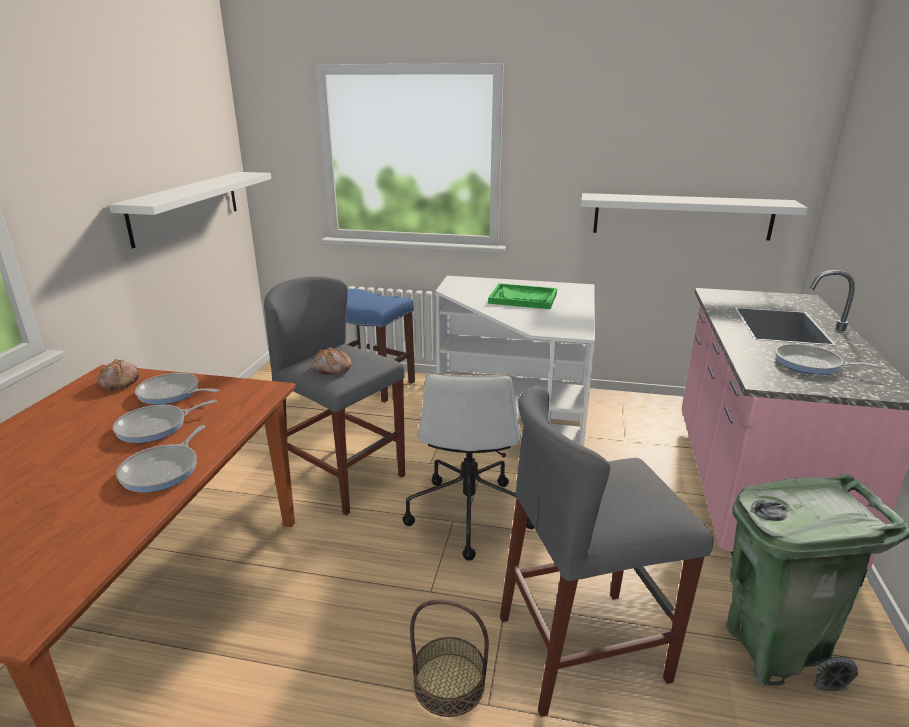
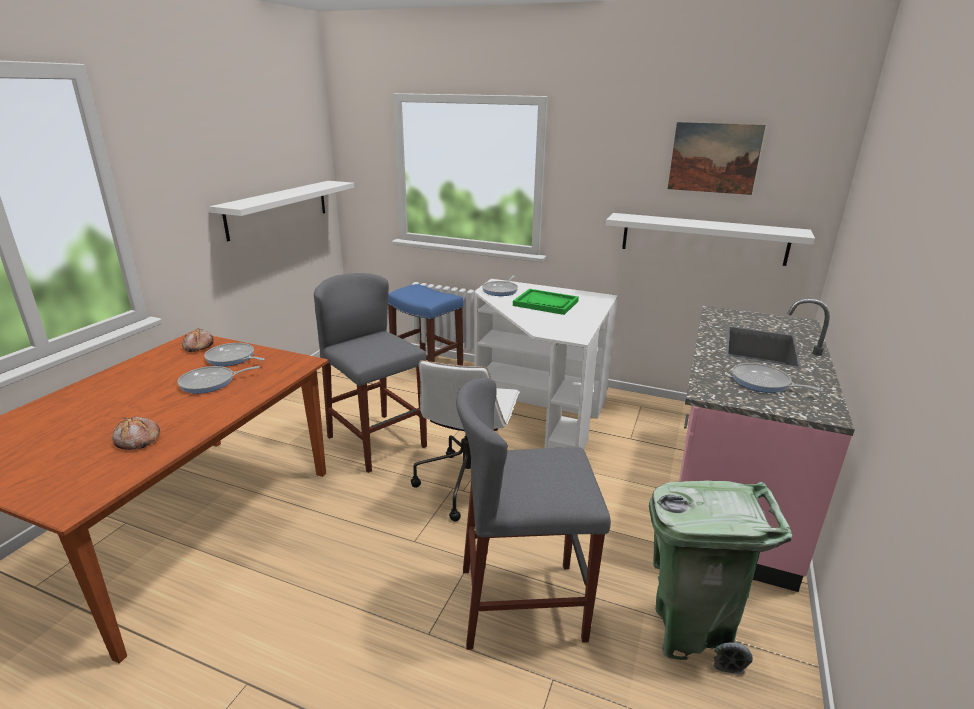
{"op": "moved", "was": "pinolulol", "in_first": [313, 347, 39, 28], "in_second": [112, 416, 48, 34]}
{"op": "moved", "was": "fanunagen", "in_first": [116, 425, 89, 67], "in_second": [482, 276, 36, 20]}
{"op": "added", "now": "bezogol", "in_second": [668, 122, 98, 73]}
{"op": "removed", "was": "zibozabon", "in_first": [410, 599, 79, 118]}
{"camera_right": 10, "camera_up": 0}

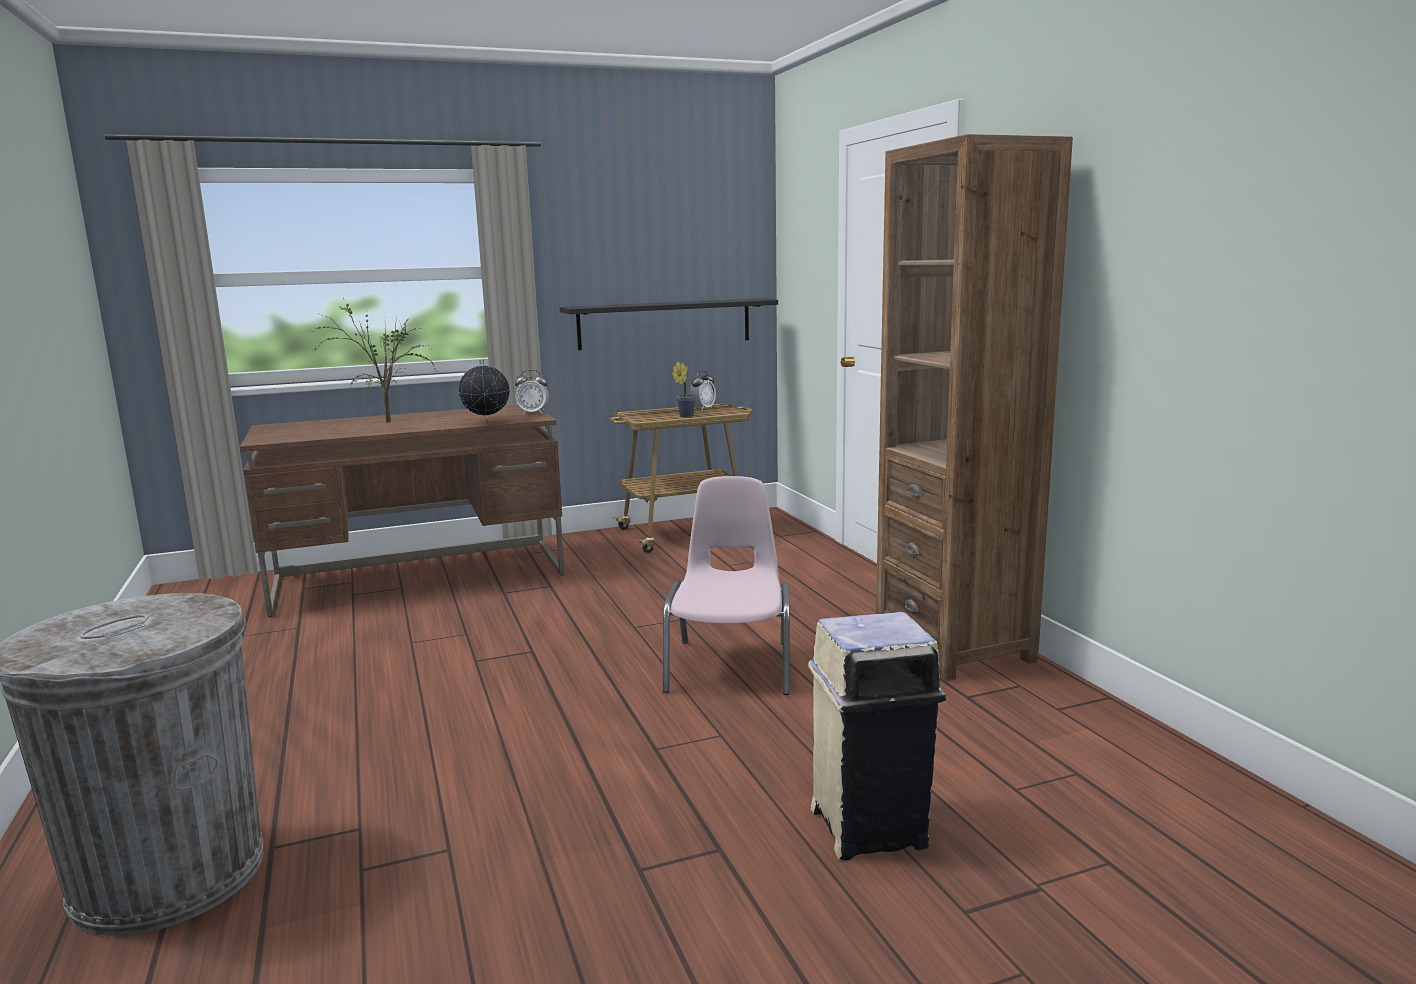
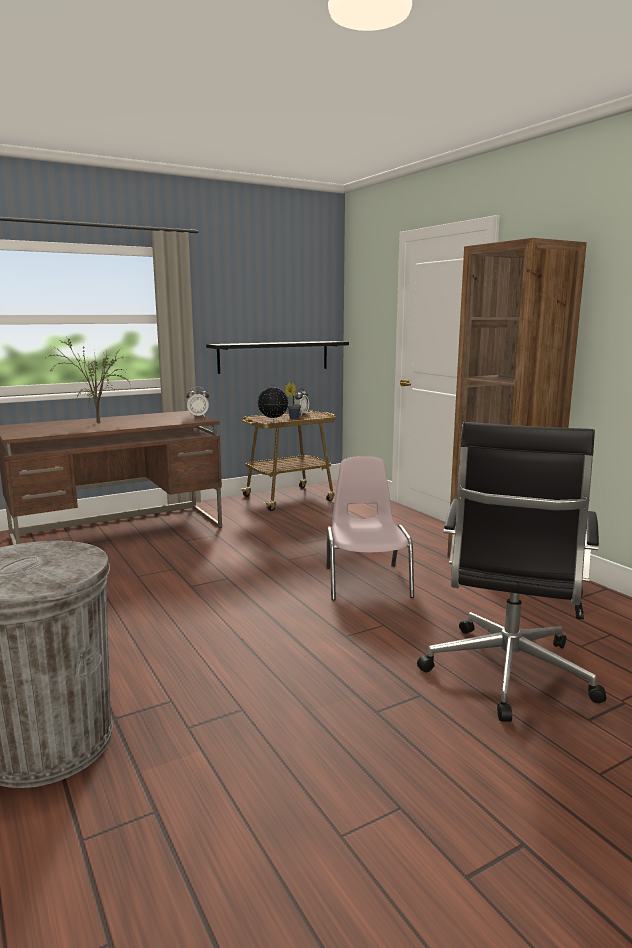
{"op": "moved", "was": "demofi", "in_first": [459, 359, 51, 63], "in_second": [258, 384, 30, 38]}
{"op": "replaced", "was": "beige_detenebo", "now": "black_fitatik", "in_first": [808, 612, 138, 248], "in_second": [417, 422, 189, 300]}
{"camera_right": -10, "camera_up": 0}

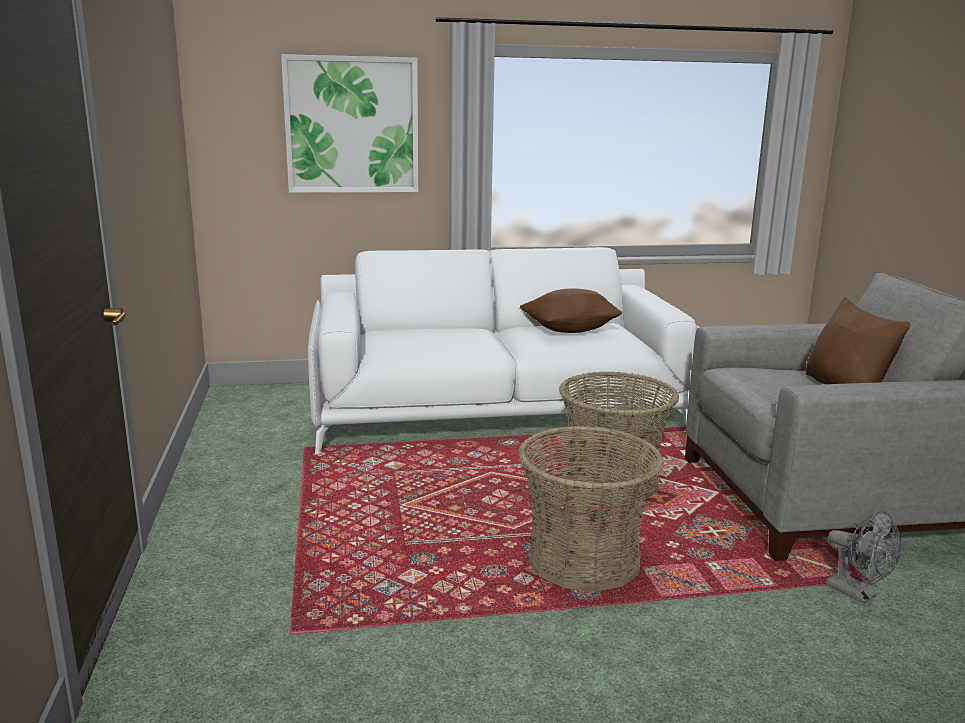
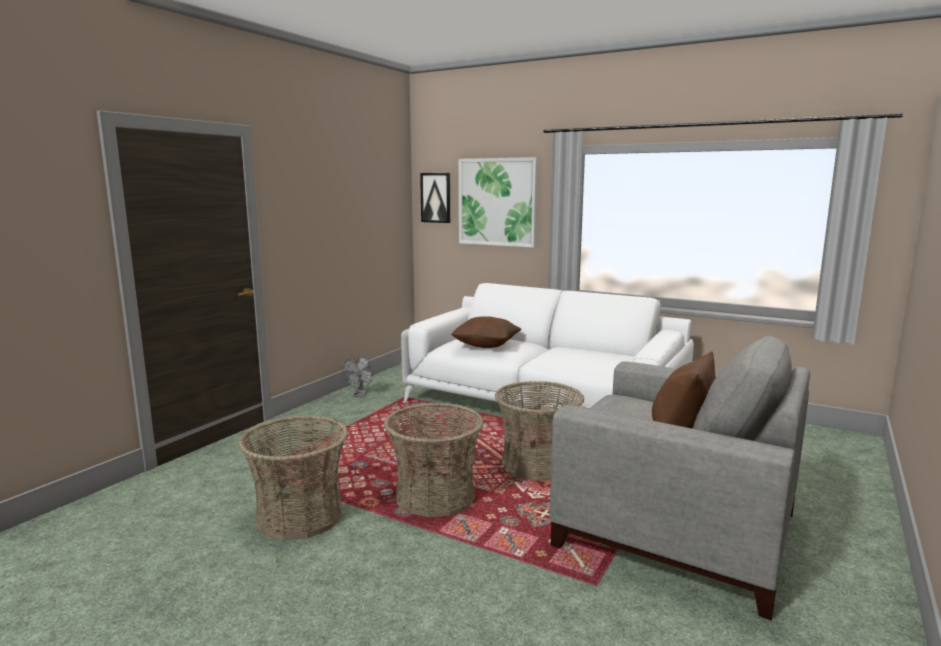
{"op": "added", "now": "zibozabon", "in_second": [238, 415, 110, 125]}
{"op": "moved", "was": "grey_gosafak", "in_first": [826, 511, 75, 93], "in_second": [342, 355, 33, 42]}
{"op": "added", "now": "bezogol", "in_second": [420, 173, 30, 50]}
{"op": "moved", "was": "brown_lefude", "in_first": [520, 288, 102, 45], "in_second": [451, 316, 70, 32]}
{"camera_right": 40, "camera_up": -5}

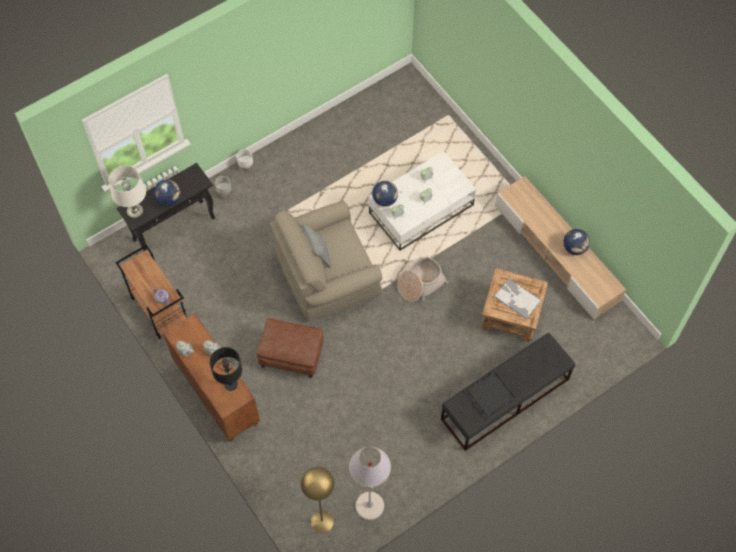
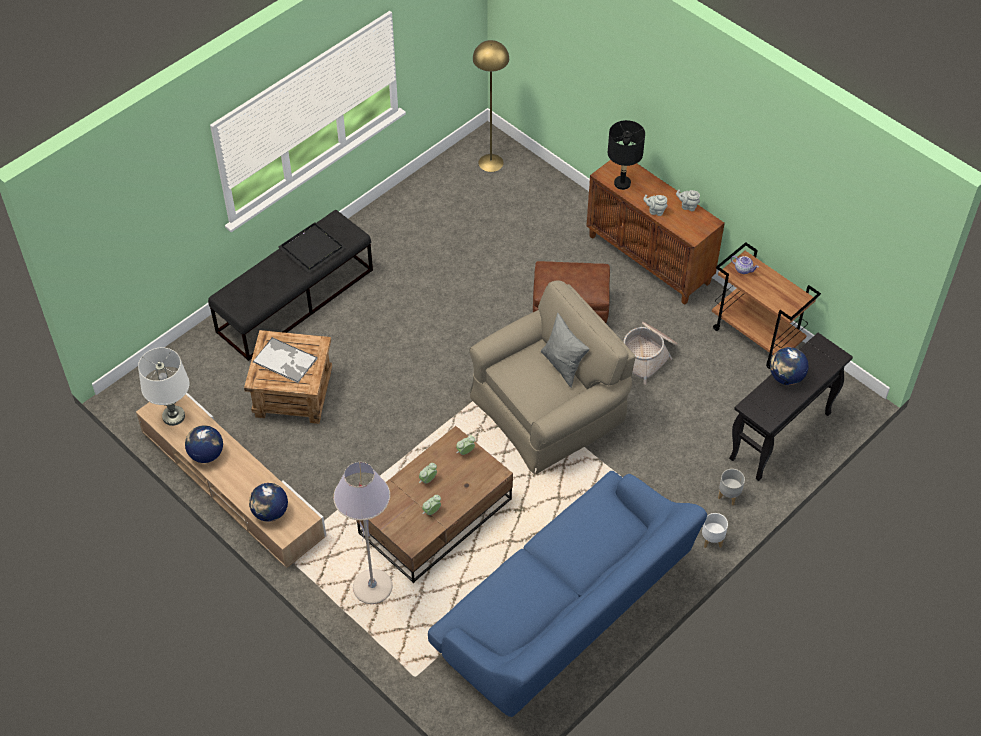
{"op": "moved", "was": "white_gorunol", "in_first": [109, 166, 37, 53], "in_second": [138, 347, 51, 79]}
{"op": "moved", "was": "demofi", "in_first": [372, 181, 26, 26], "in_second": [249, 483, 39, 39]}
{"op": "moved", "was": "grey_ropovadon", "in_first": [349, 447, 42, 73], "in_second": [333, 462, 60, 142]}
{"op": "recoloured", "was": "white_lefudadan", "now": "brown_lefudadan", "in_first": [368, 151, 109, 100], "in_second": [356, 426, 157, 157]}
{"op": "added", "now": "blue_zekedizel", "in_second": [428, 471, 279, 246]}
{"op": "moved", "was": "zibozabon", "in_first": [397, 258, 51, 44], "in_second": [623, 322, 55, 63]}
{"camera_right": 170, "camera_up": -10}

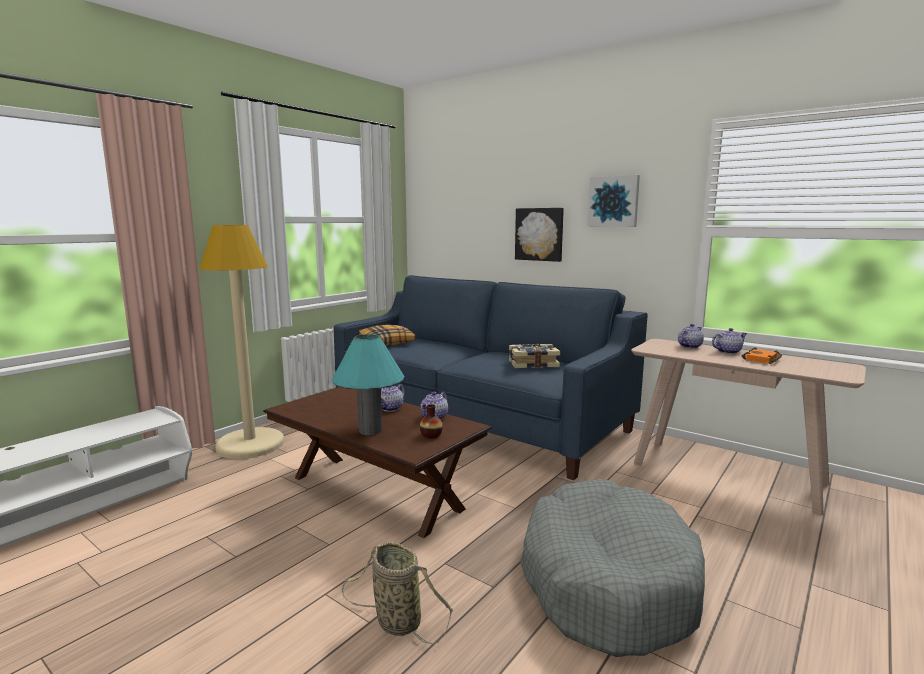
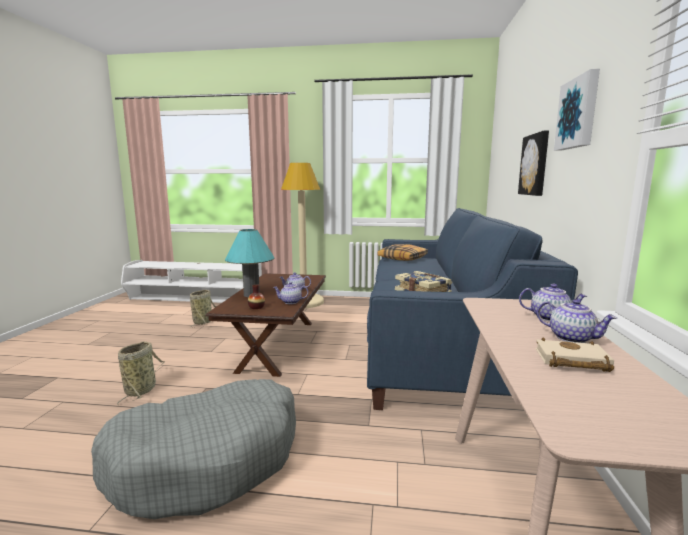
{"op": "added", "now": "zibozabon", "in_second": [190, 290, 26, 38]}
{"op": "recoloured", "was": "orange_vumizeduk", "now": "beige_vumizeduk", "in_first": [742, 347, 40, 17], "in_second": [535, 337, 79, 35]}
{"camera_right": 60, "camera_up": 0}

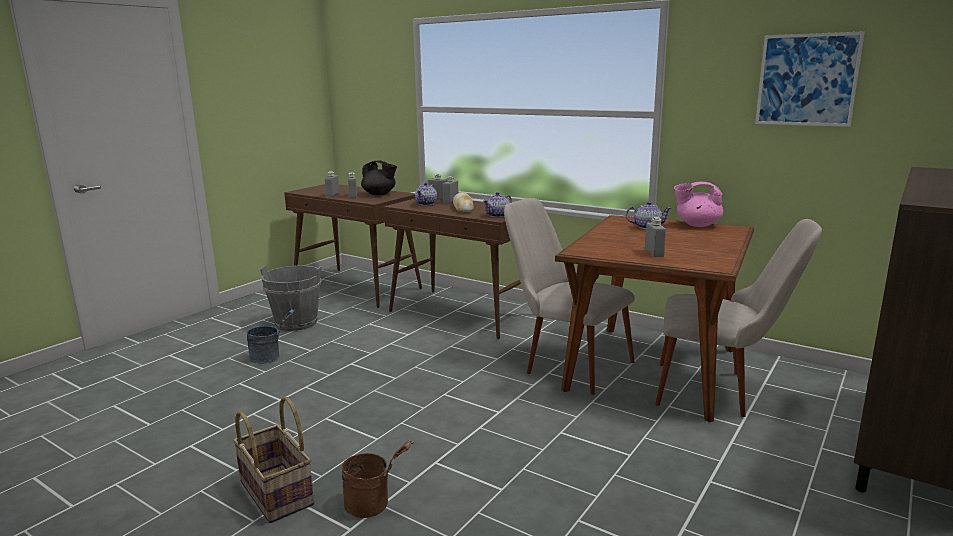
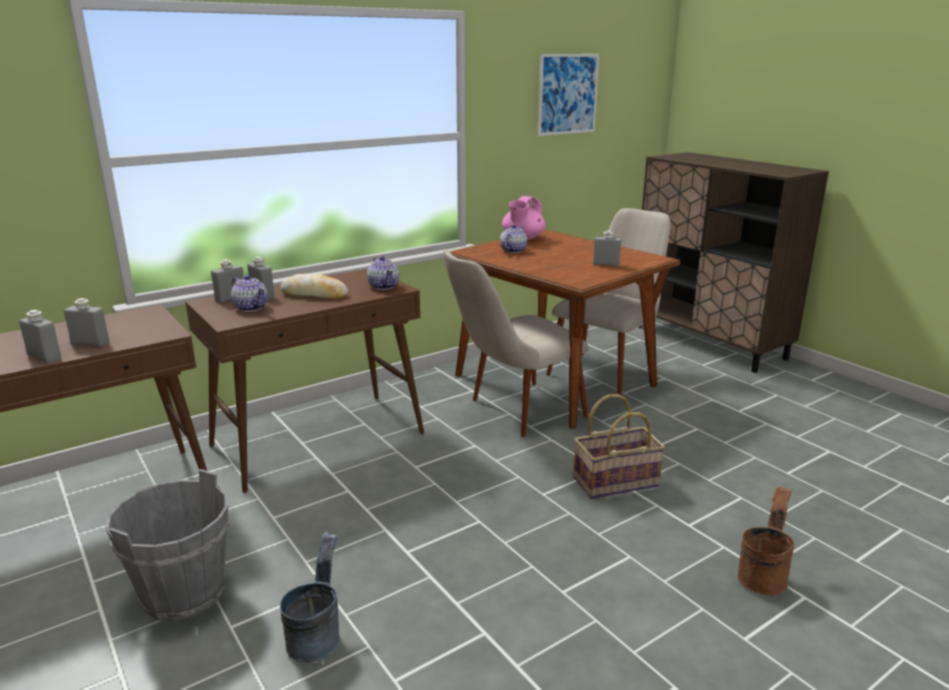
{"op": "moved", "was": "zibozabon", "in_first": [233, 397, 81, 126], "in_second": [573, 394, 92, 105]}
{"op": "removed", "was": "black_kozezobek", "in_first": [361, 161, 36, 34]}
{"camera_right": -70, "camera_up": 5}

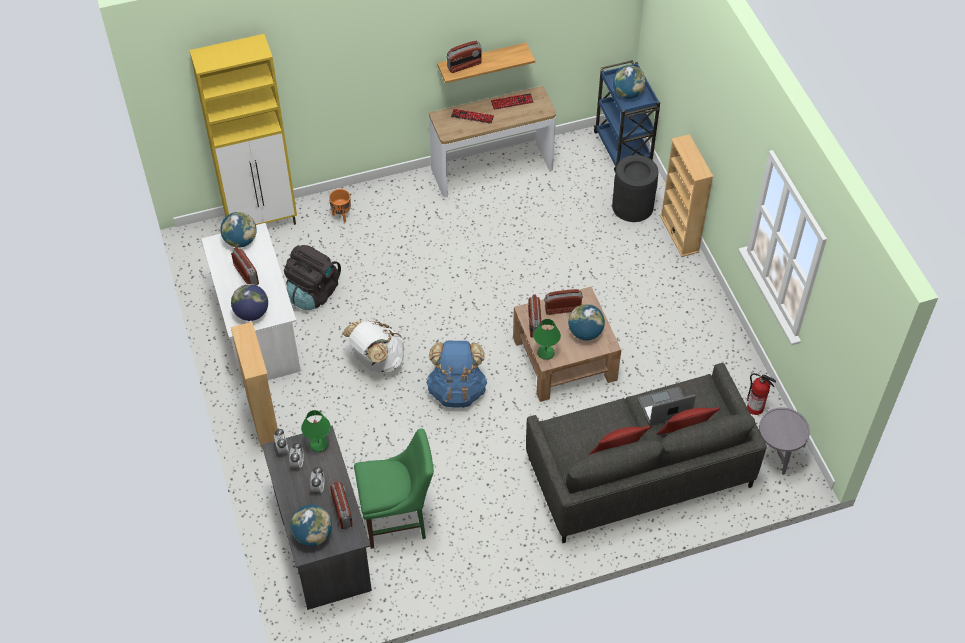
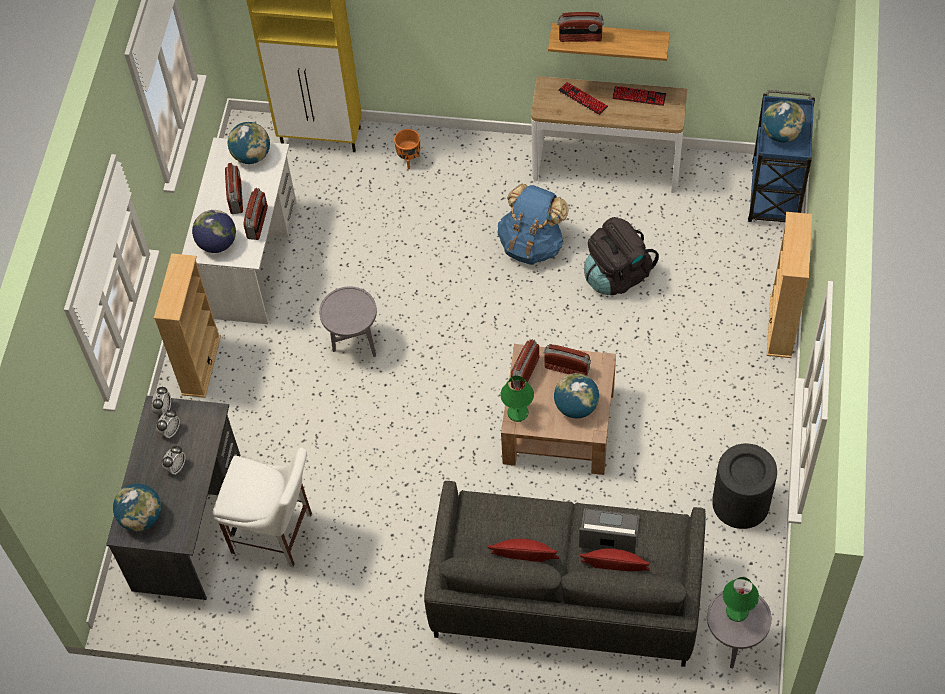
{"op": "recoloured", "was": "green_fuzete", "now": "white_fuzete", "in_first": [354, 428, 80, 121], "in_second": [212, 448, 100, 119]}
{"op": "moved", "was": "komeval", "in_first": [330, 480, 23, 49], "in_second": [243, 188, 25, 52]}
{"op": "replaced", "was": "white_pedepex", "now": "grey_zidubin", "in_first": [342, 321, 63, 53], "in_second": [319, 286, 58, 71]}
{"op": "moved", "was": "blue_pedepex", "in_first": [426, 341, 62, 67], "in_second": [497, 184, 72, 81]}
{"op": "moved", "was": "black_pedepex", "in_first": [284, 245, 57, 65], "in_second": [584, 217, 75, 78]}
{"op": "moved", "was": "black_detenebo", "in_first": [612, 155, 47, 67], "in_second": [712, 443, 65, 86]}
{"op": "moved", "was": "green_gorunol", "in_first": [301, 410, 30, 42], "in_second": [723, 577, 36, 45]}
{"op": "removed", "was": "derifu", "in_first": [747, 373, 29, 42]}
{"camera_right": 30, "camera_up": 5}

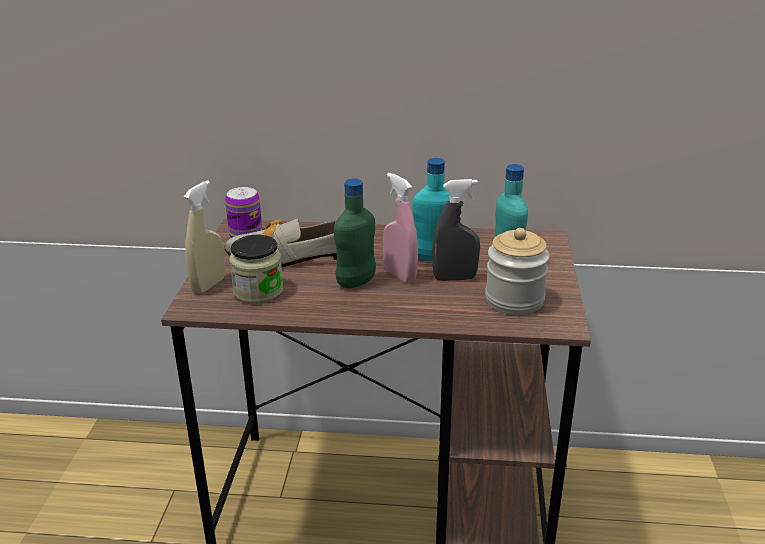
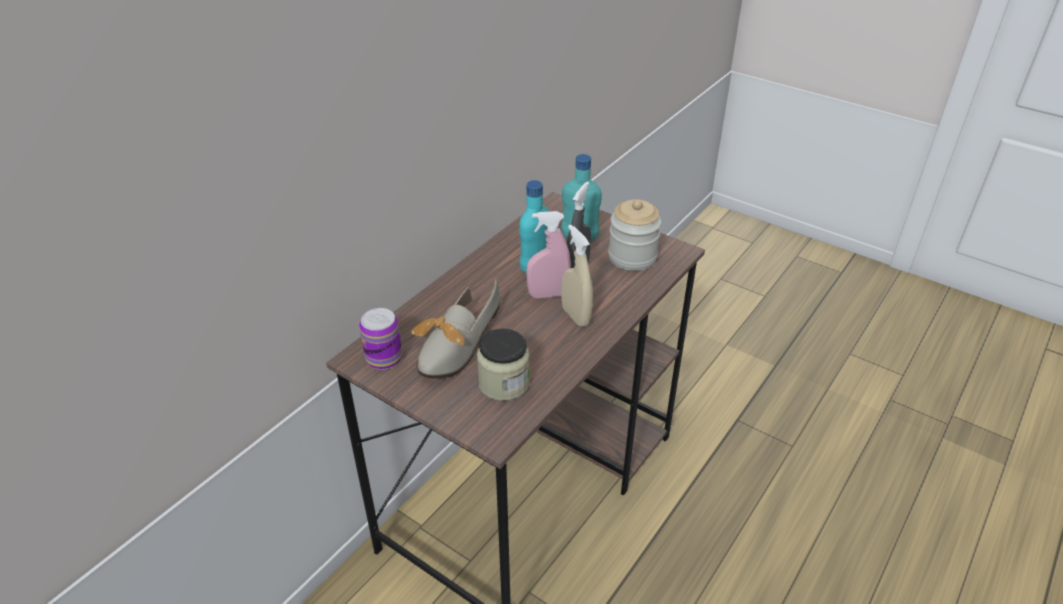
{"op": "moved", "was": "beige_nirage", "in_first": [184, 180, 41, 114], "in_second": [562, 224, 31, 103]}
{"op": "removed", "was": "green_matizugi", "in_first": [334, 178, 42, 110]}
{"camera_right": -60, "camera_up": 10}

